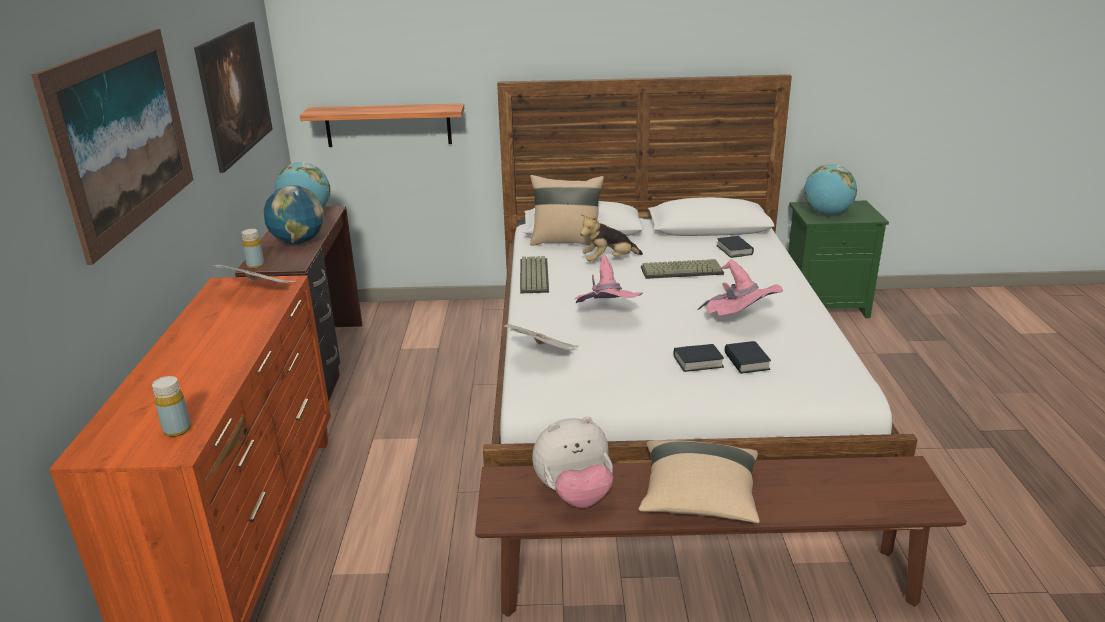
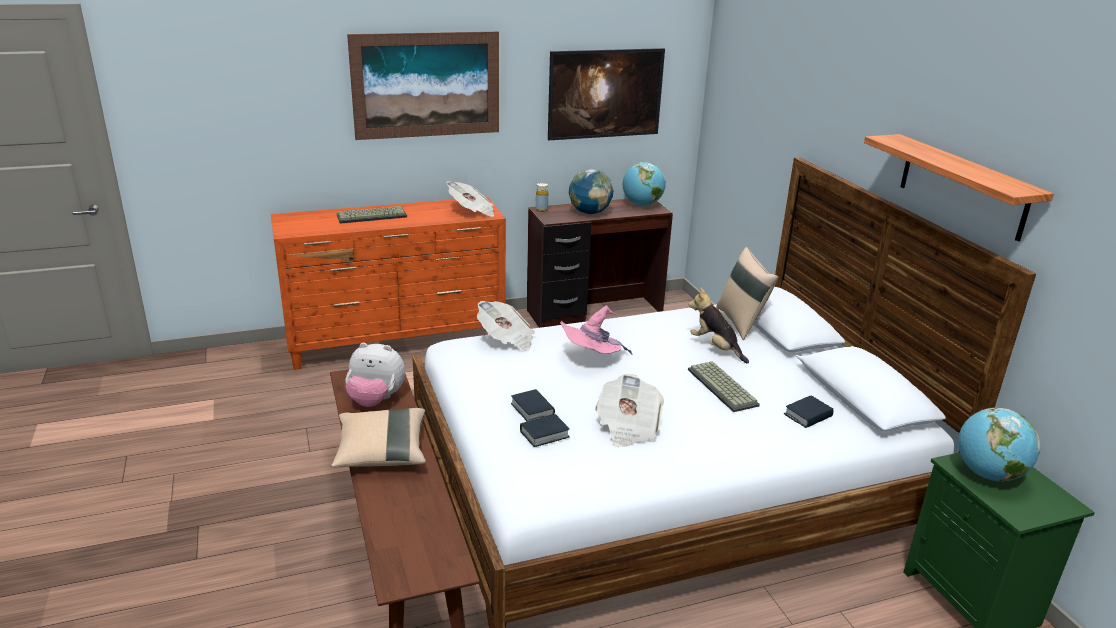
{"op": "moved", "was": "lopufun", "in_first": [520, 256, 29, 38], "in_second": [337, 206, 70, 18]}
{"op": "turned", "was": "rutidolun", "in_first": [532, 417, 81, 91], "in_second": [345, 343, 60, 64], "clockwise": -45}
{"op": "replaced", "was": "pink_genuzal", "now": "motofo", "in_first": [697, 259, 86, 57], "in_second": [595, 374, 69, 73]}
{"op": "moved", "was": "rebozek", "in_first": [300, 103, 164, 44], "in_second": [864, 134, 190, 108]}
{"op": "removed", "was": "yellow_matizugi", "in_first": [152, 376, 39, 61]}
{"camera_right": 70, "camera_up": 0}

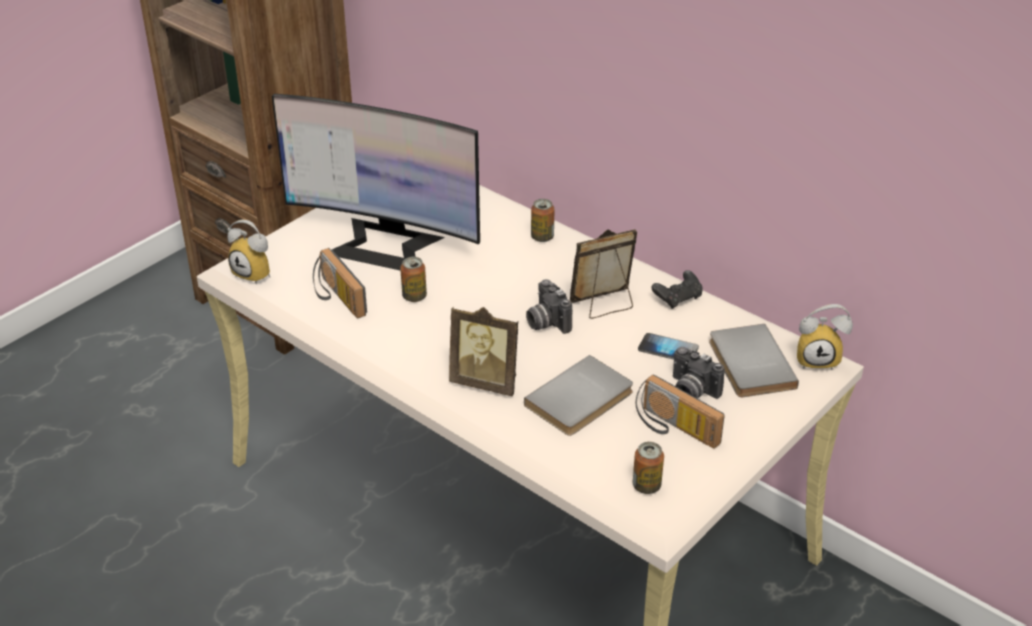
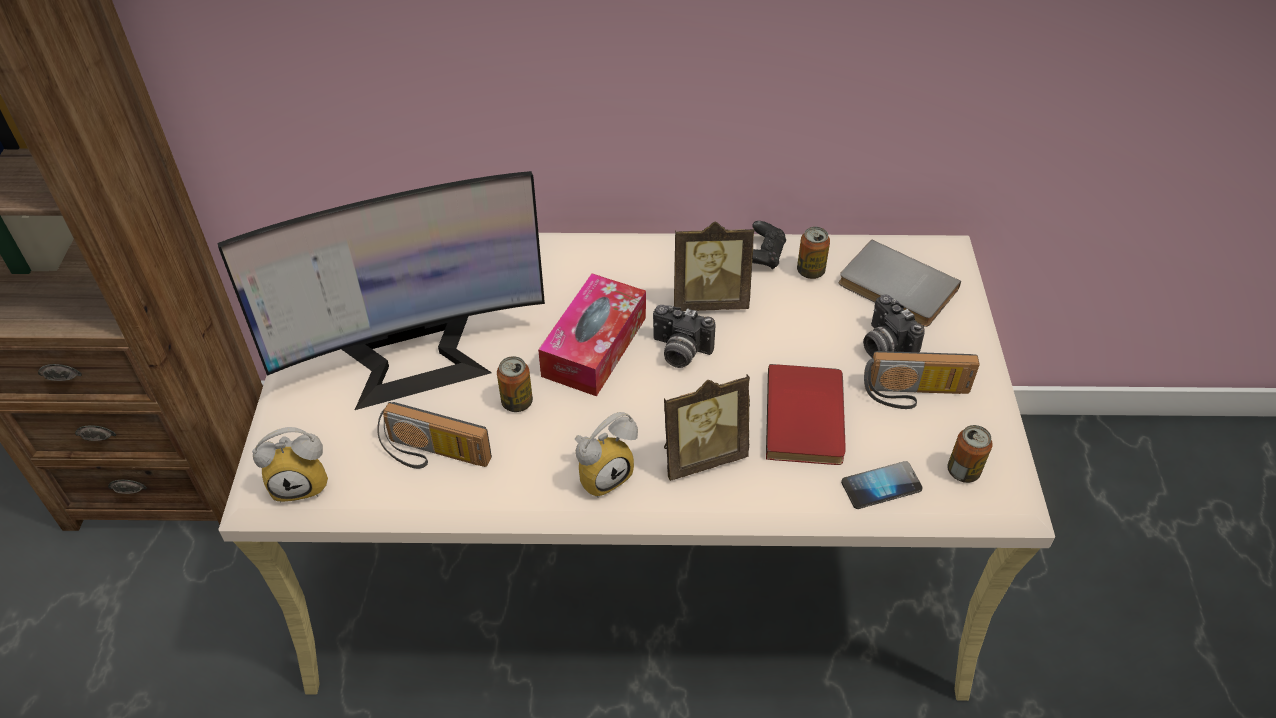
{"op": "added", "now": "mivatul", "in_second": [538, 273, 108, 123]}
{"op": "moved", "was": "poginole", "in_first": [797, 304, 56, 66], "in_second": [575, 412, 63, 85]}
{"op": "turned", "was": "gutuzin", "in_first": [570, 229, 67, 90], "in_second": [674, 221, 80, 90], "clockwise": -120}
{"op": "recoloured", "was": "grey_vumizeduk", "now": "red_vumizeduk", "in_first": [524, 355, 109, 81], "in_second": [766, 364, 80, 101]}
{"op": "moved", "was": "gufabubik", "in_first": [531, 199, 24, 43], "in_second": [797, 227, 33, 52]}
{"op": "moved", "was": "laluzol", "in_first": [638, 333, 61, 27], "in_second": [841, 461, 82, 48]}
{"op": "turned", "was": "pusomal", "in_first": [673, 347, 52, 52], "in_second": [863, 294, 62, 63], "clockwise": 60}
{"camera_right": -40, "camera_up": 10}

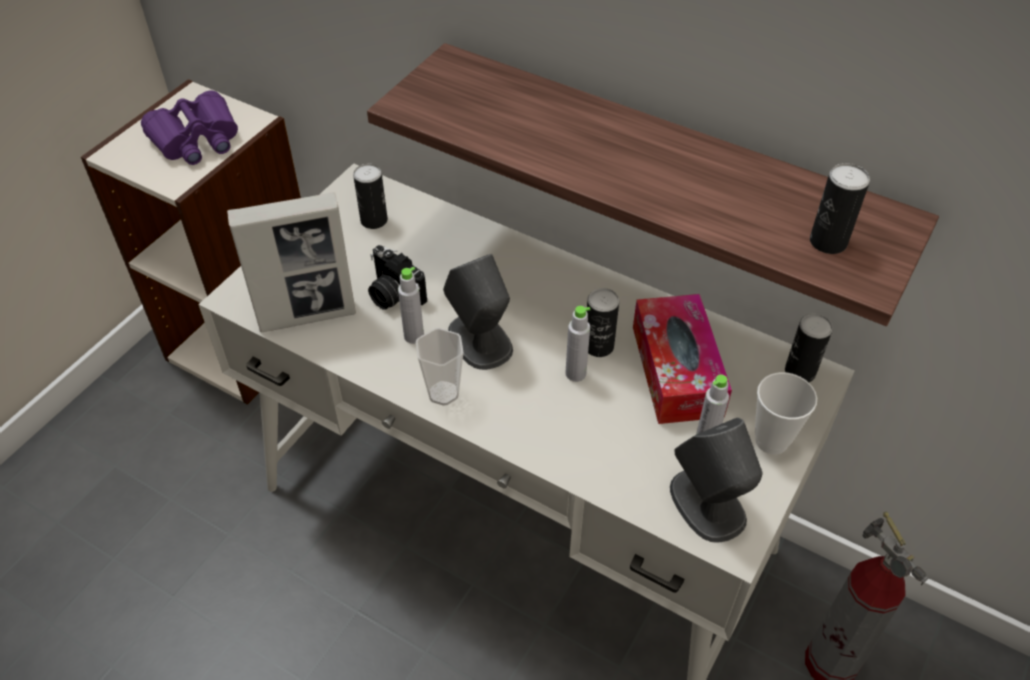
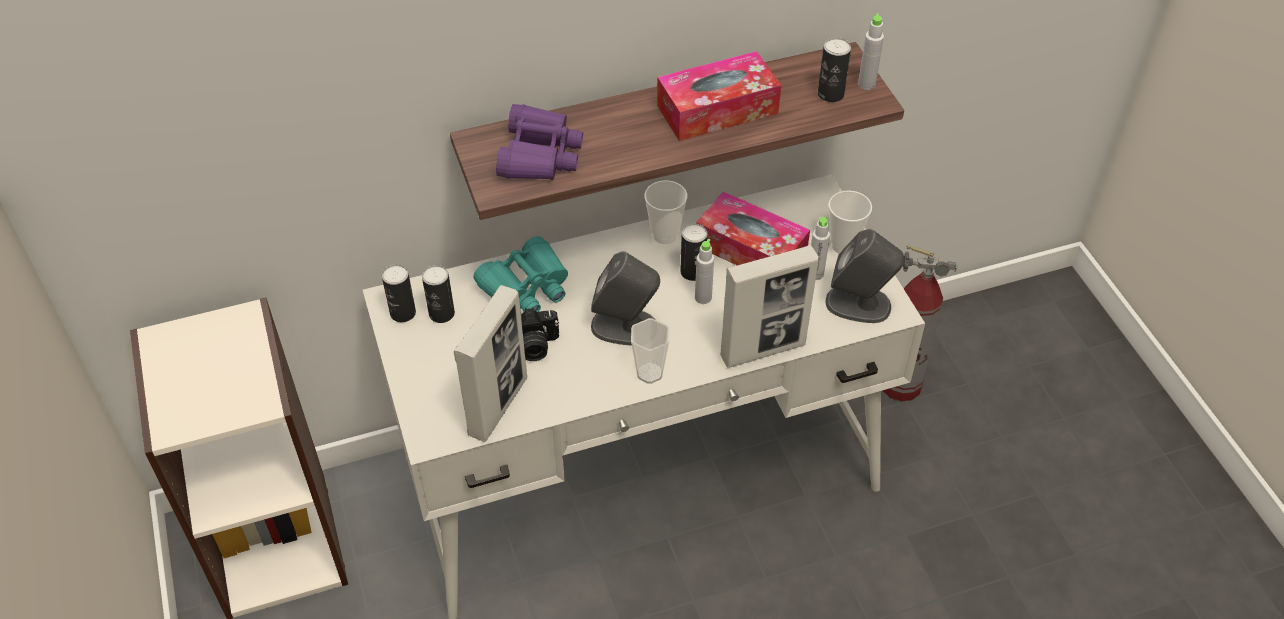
{"op": "moved", "was": "gufabubik", "in_first": [785, 313, 48, 69], "in_second": [382, 264, 34, 58]}
{"op": "added", "now": "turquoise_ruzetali", "in_second": [473, 236, 95, 76]}
{"op": "moved", "was": "purple_ruzetali", "in_first": [141, 90, 97, 75], "in_second": [496, 104, 87, 76]}
{"op": "added", "now": "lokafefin", "in_second": [644, 181, 43, 63]}
{"op": "added", "now": "mivatul", "in_second": [657, 51, 124, 90]}
{"op": "added", "now": "gutuzin", "in_second": [720, 245, 99, 123]}
{"op": "moved", "was": "grey_matizugi", "in_first": [398, 267, 26, 77], "in_second": [858, 13, 26, 77]}
{"camera_right": -50, "camera_up": 0}

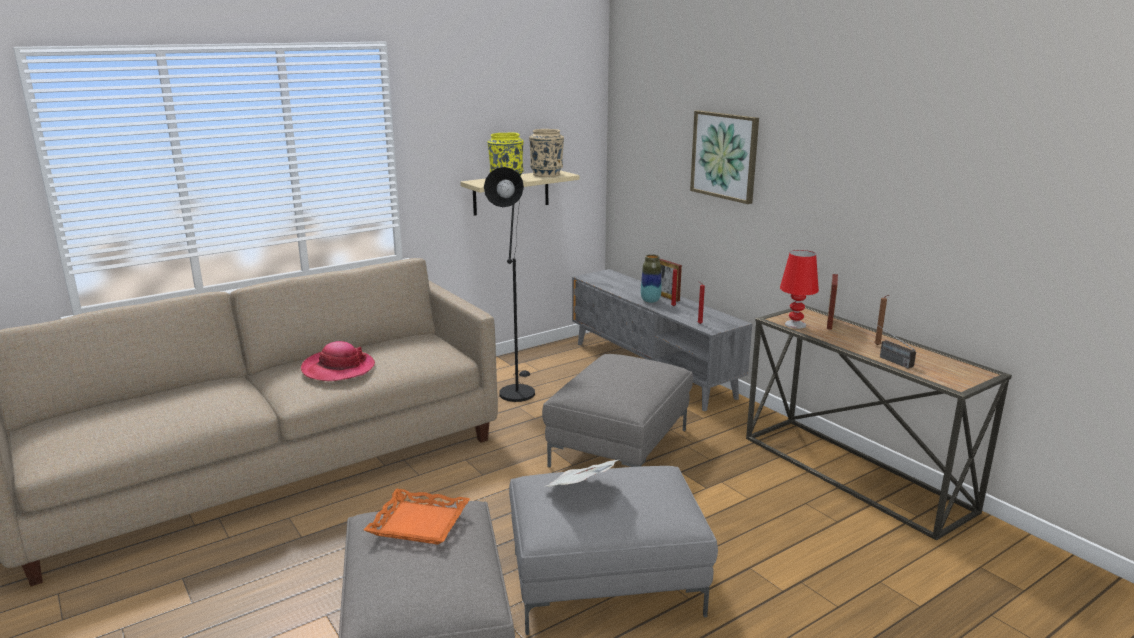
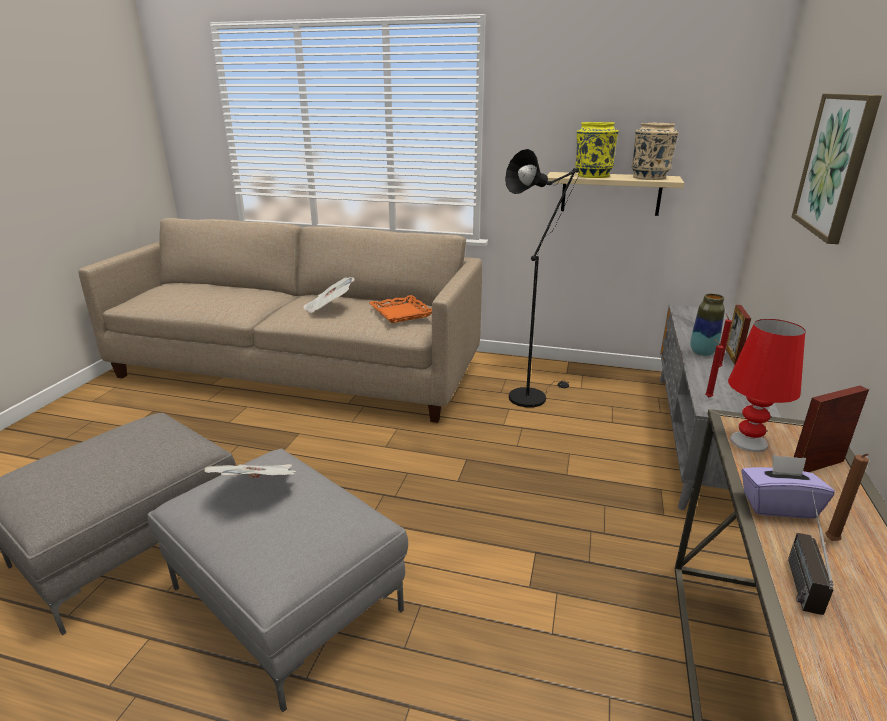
{"op": "replaced", "was": "genuzal", "now": "motofo", "in_first": [301, 341, 74, 40], "in_second": [303, 277, 52, 36]}
{"op": "moved", "was": "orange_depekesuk", "in_first": [364, 489, 106, 55], "in_second": [369, 295, 63, 28]}
{"op": "added", "now": "purple_mivatul", "in_second": [741, 455, 94, 64]}
{"op": "removed", "was": "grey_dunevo", "in_first": [542, 354, 151, 113]}
{"camera_right": 50, "camera_up": 5}

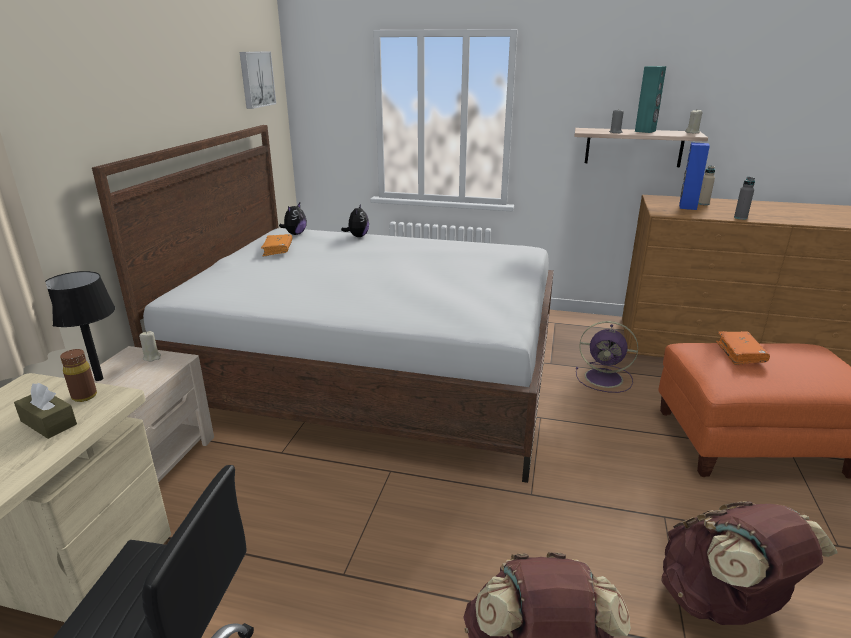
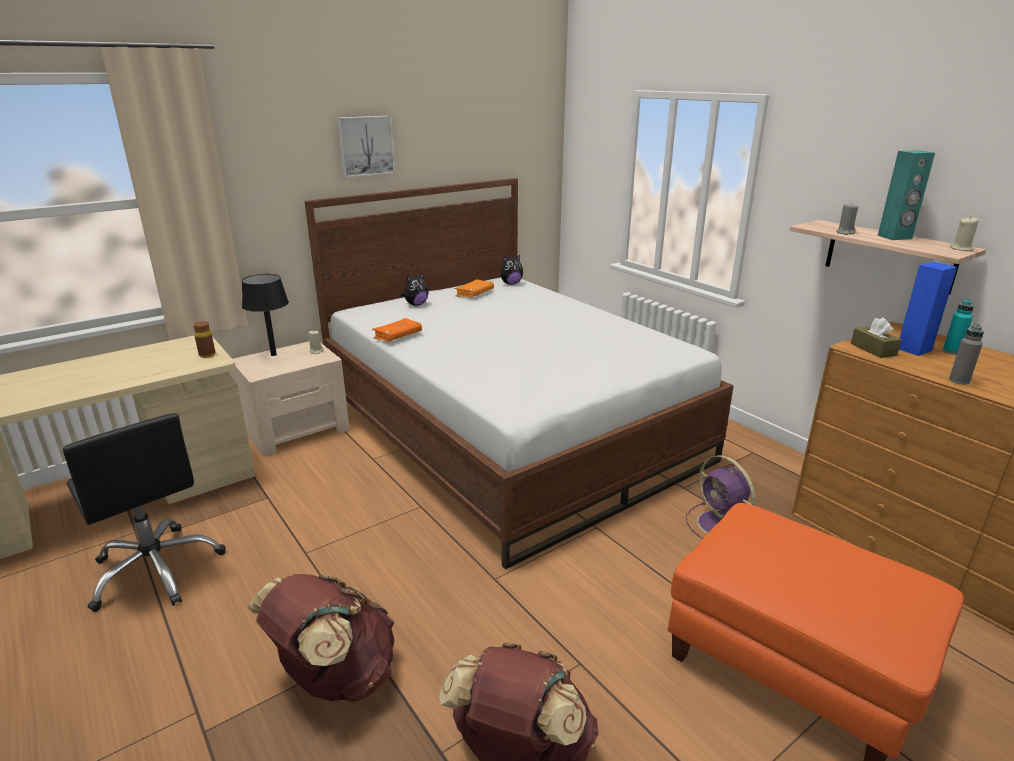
{"op": "moved", "was": "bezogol", "in_first": [240, 51, 36, 58], "in_second": [337, 116, 58, 62]}
{"op": "moved", "was": "orange_vumizeduk", "in_first": [716, 331, 54, 34], "in_second": [372, 318, 50, 23]}
{"op": "moved", "was": "rutidolun", "in_first": [341, 204, 28, 33], "in_second": [401, 272, 28, 34]}
{"op": "moved", "was": "brown_mivatul", "in_first": [14, 382, 63, 57], "in_second": [851, 317, 50, 41]}
{"op": "recoloured", "was": "beige_matizugi", "now": "turquoise_matizugi", "in_first": [698, 166, 17, 39], "in_second": [943, 299, 31, 56]}
{"camera_right": 40, "camera_up": 0}

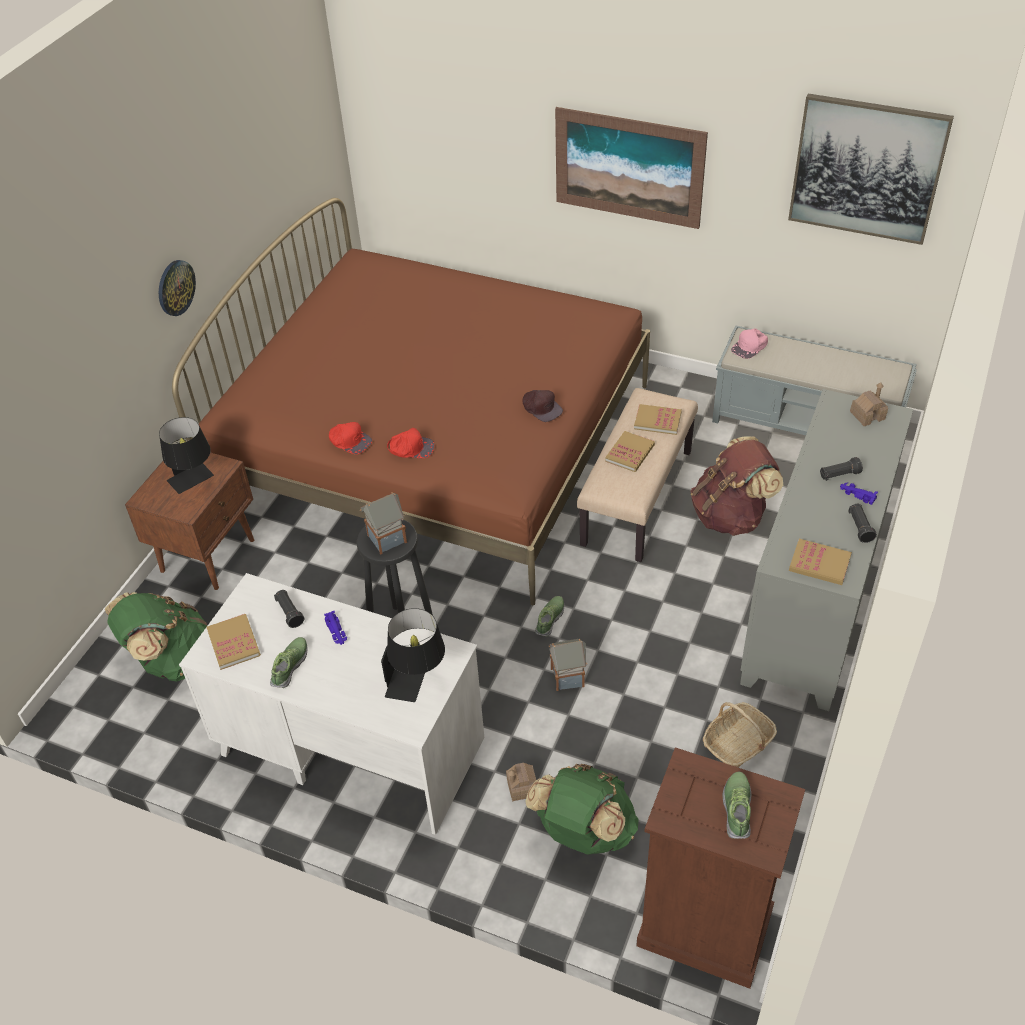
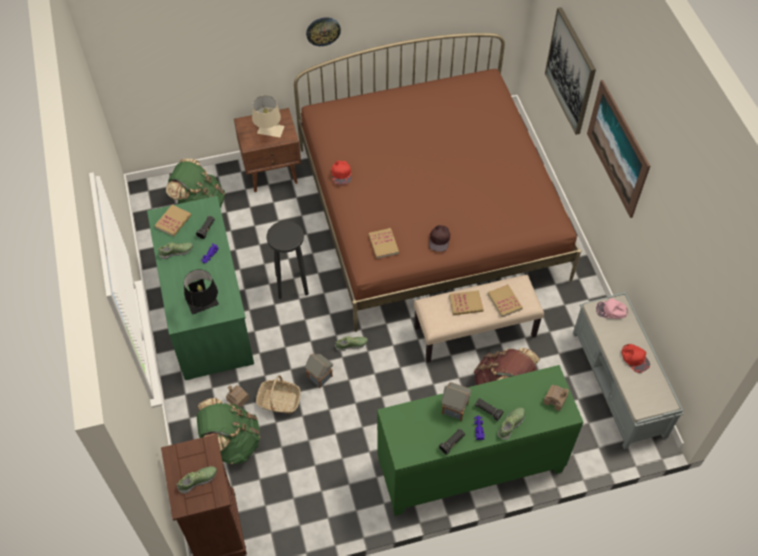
{"op": "recoloured", "was": "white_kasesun", "now": "green_kasesun", "in_first": [179, 573, 305, 262], "in_second": [147, 196, 107, 184]}
{"op": "recoloured", "was": "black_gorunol", "now": "beige_gorunol", "in_first": [159, 417, 55, 77], "in_second": [252, 96, 33, 42]}
{"op": "moved", "was": "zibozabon", "in_first": [703, 702, 74, 65], "in_second": [256, 375, 45, 39]}
{"op": "moved", "was": "vumizeduk", "in_first": [789, 539, 63, 46], "in_second": [369, 228, 30, 31]}
{"op": "recoloured", "was": "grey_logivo", "now": "green_logivo", "in_first": [740, 389, 173, 322], "in_second": [377, 365, 206, 151]}
{"op": "moved", "was": "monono", "in_first": [360, 492, 47, 62], "in_second": [442, 382, 30, 39]}
{"op": "added", "now": "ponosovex", "in_second": [497, 408, 28, 32]}
{"op": "moved", "was": "bezogol", "in_first": [788, 94, 166, 151], "in_second": [545, 7, 51, 128]}
{"op": "moved", "was": "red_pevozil", "in_first": [387, 428, 48, 30], "in_second": [622, 344, 28, 29]}
{"camera_right": 50, "camera_up": 10}

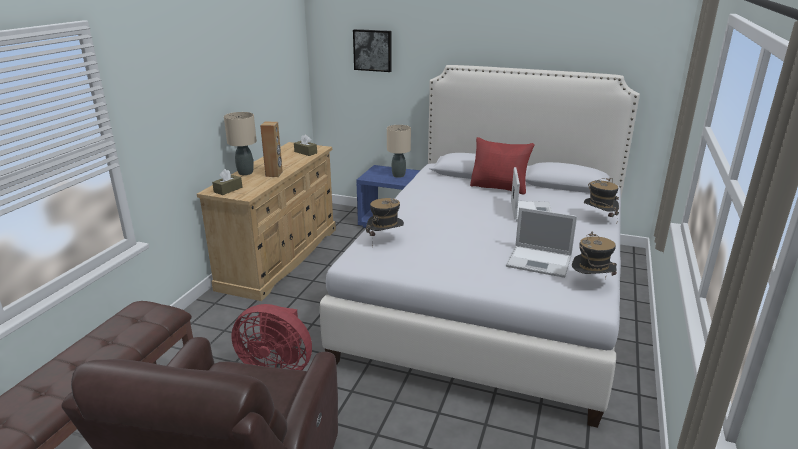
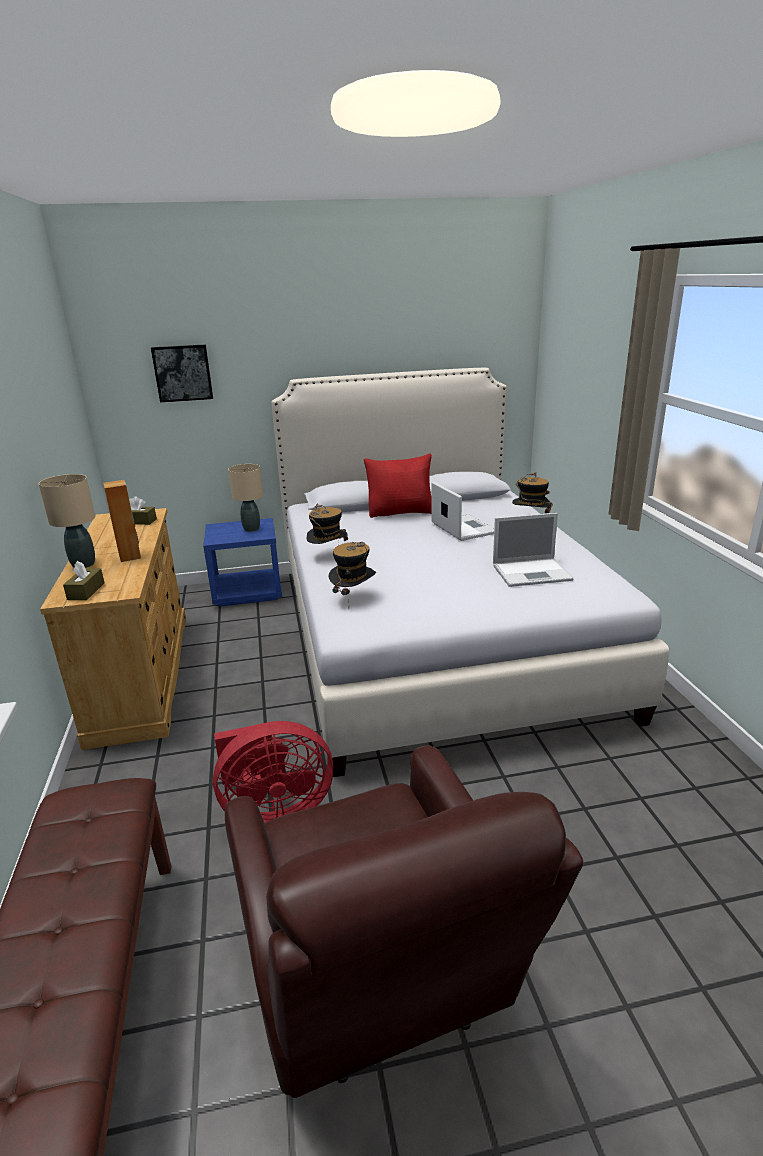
{"op": "moved", "was": "genuzal", "in_first": [572, 231, 45, 48], "in_second": [306, 504, 42, 40]}
{"camera_right": -30, "camera_up": 0}

